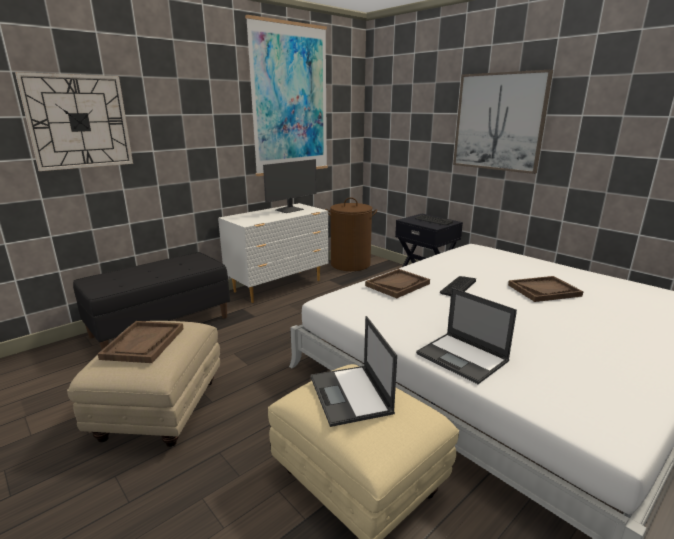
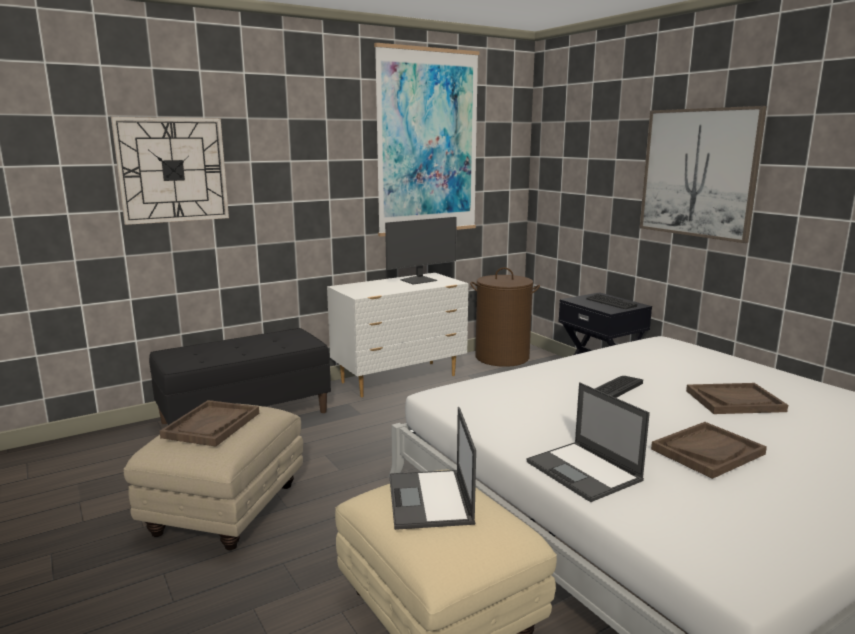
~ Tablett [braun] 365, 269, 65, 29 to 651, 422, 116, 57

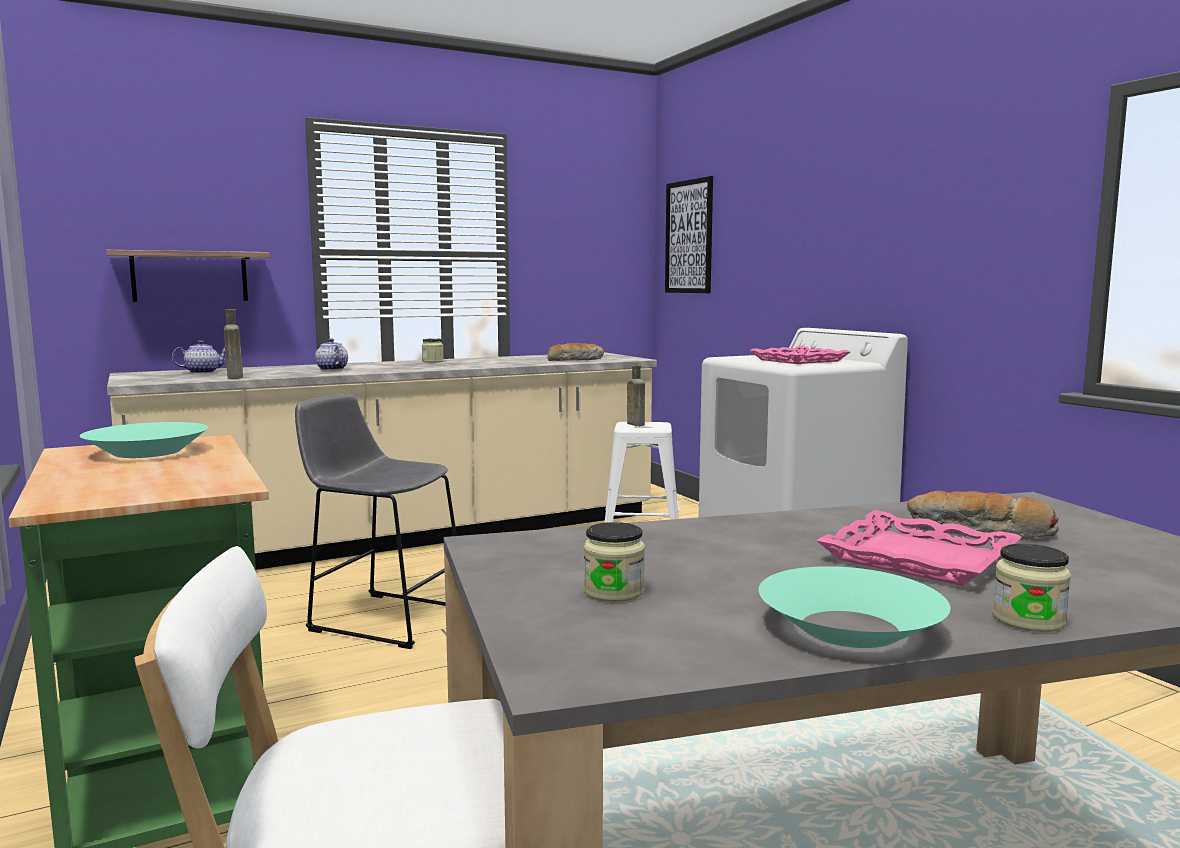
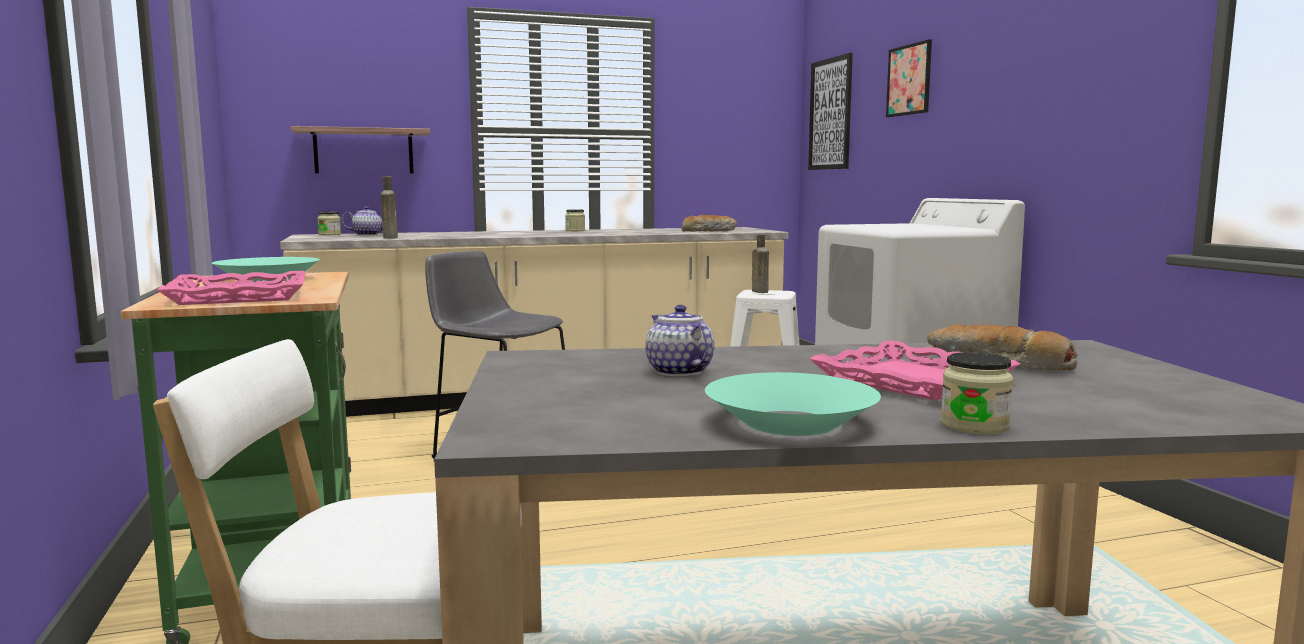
+ Bild 886, 39, 46, 78
~ Teekanne 315, 338, 33, 32 to 645, 305, 70, 71
~ Vorratsglas 584, 522, 61, 80 to 317, 212, 24, 23
~ Tablett [rosa] 750, 346, 100, 18 to 157, 271, 149, 34

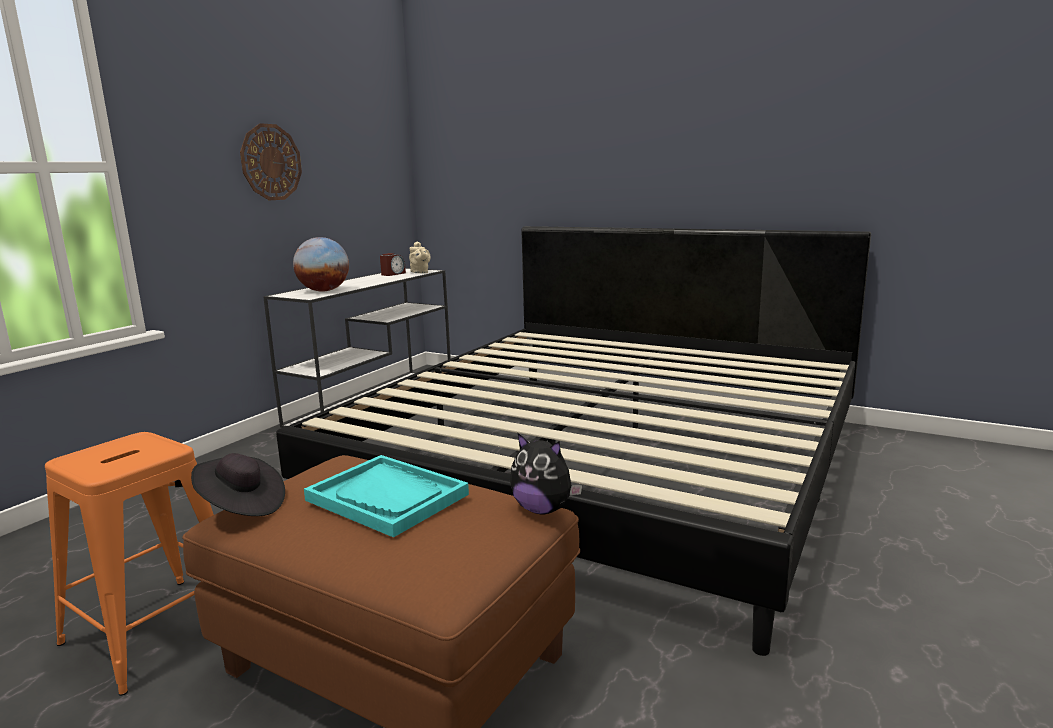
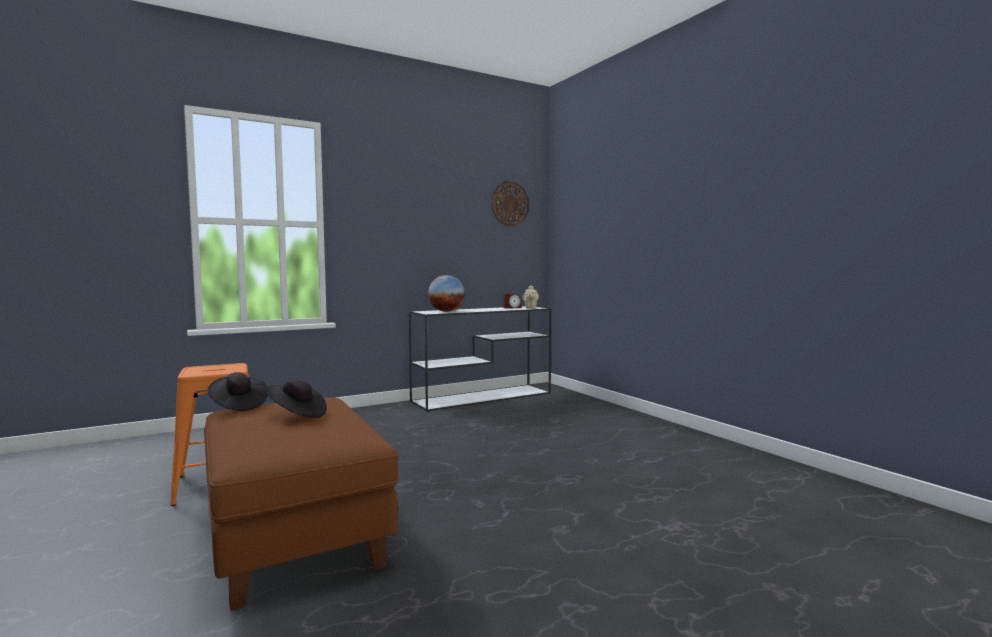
- Bett 276, 226, 595, 430
- Plüschtier 510, 433, 72, 81
~ Wanduhr 240, 123, 62, 77 to 491, 181, 38, 45
~ Tablett [türkis] 304, 455, 165, 83 to Hut [schwarz] 267, 378, 60, 40

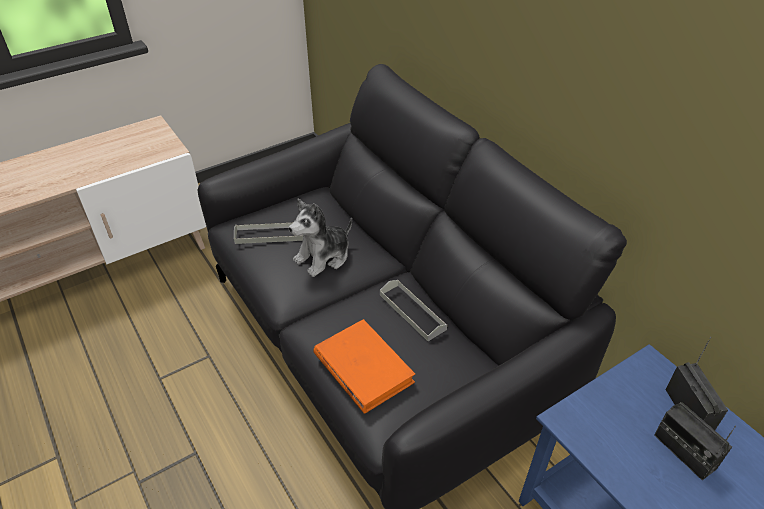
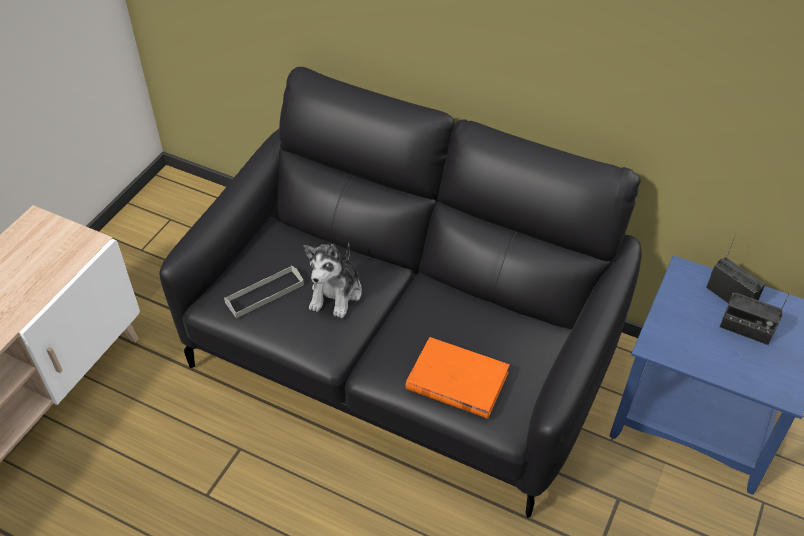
- Tablett [grau] 380, 280, 67, 61

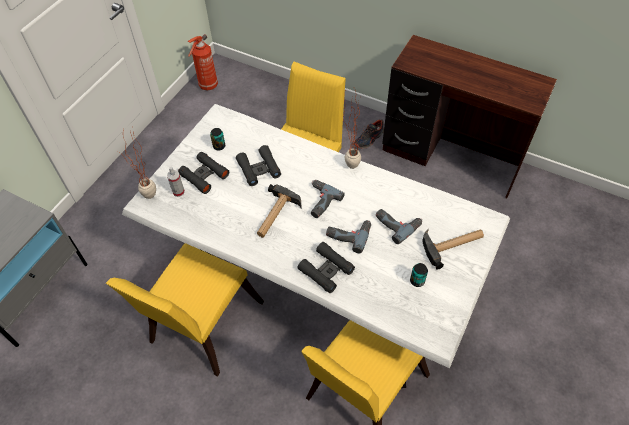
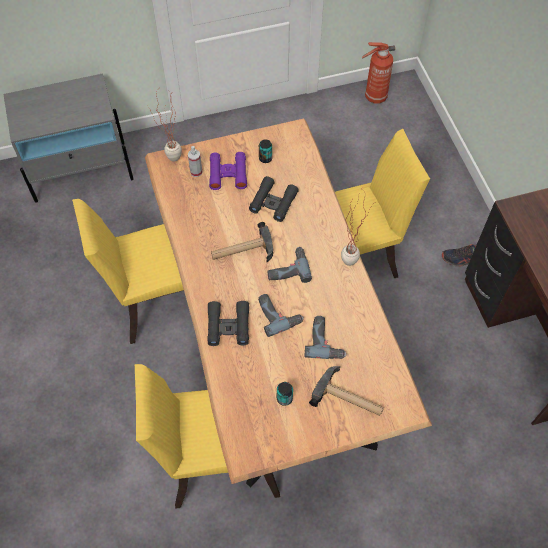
~ Esstisch [weiß] 122, 104, 388, 284 to Esstisch [braun] 145, 119, 287, 369
~ Fernglas [schwarz] 178, 152, 51, 42 to Fernglas [lila] 209, 152, 38, 38

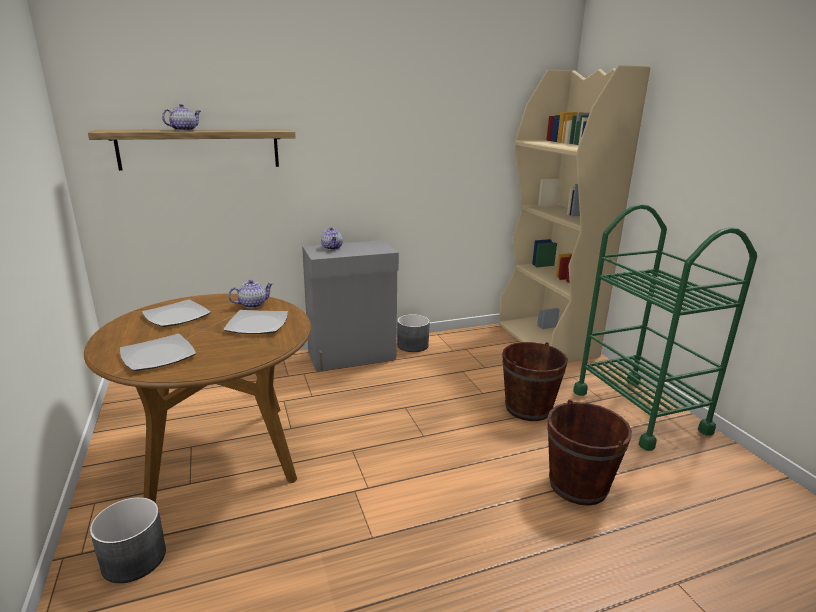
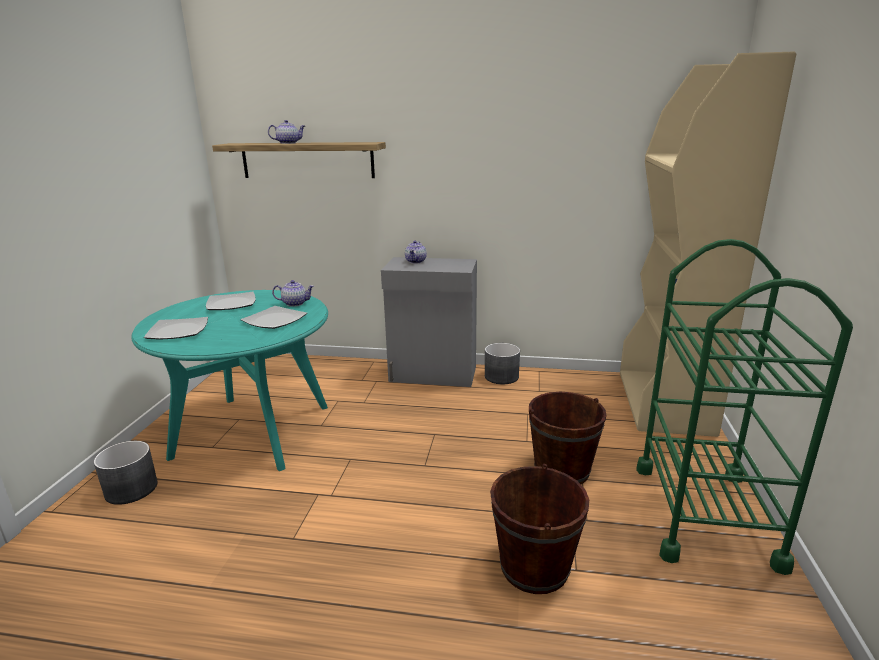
~ Esstisch [braun] 84, 293, 227, 210 to Esstisch [türkis] 131, 290, 197, 181

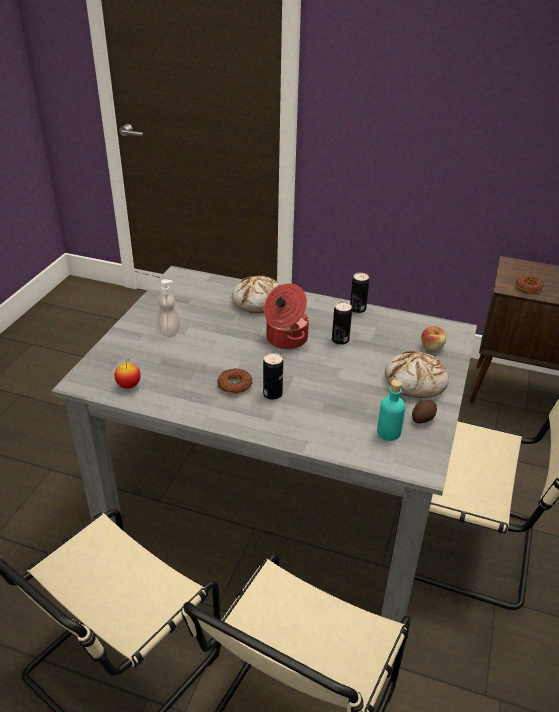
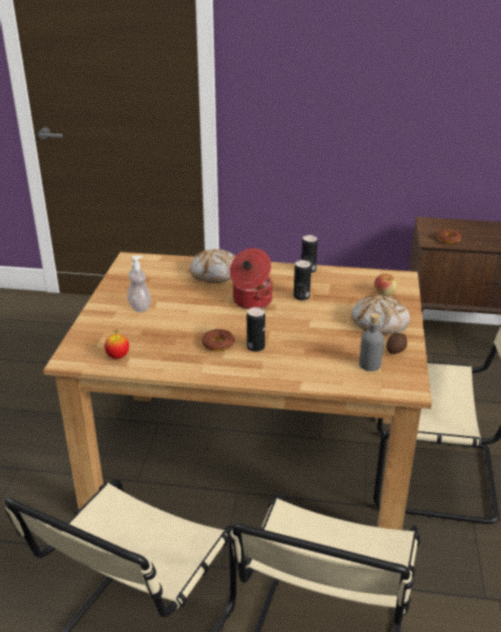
~ Esstisch [grau] 51, 266, 426, 357 to Esstisch [braun] 43, 252, 389, 278
~ Flasche [türkis] 377, 380, 28, 61 to Flasche [grau] 359, 313, 25, 58

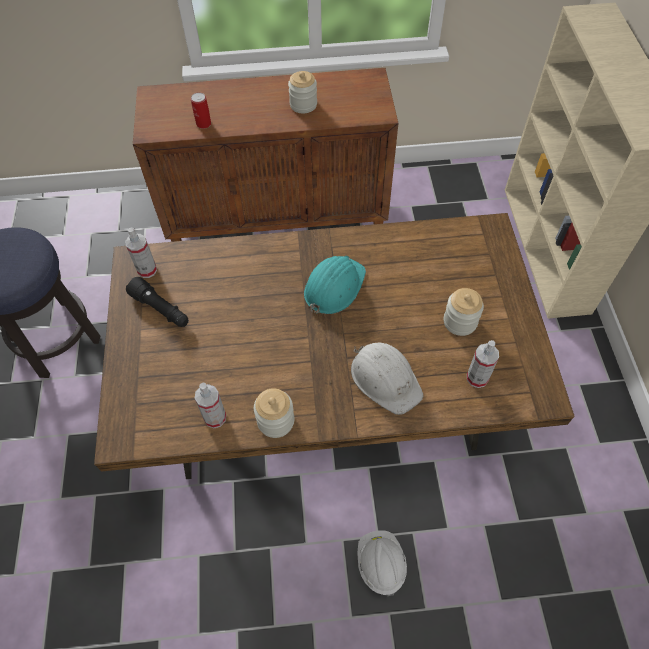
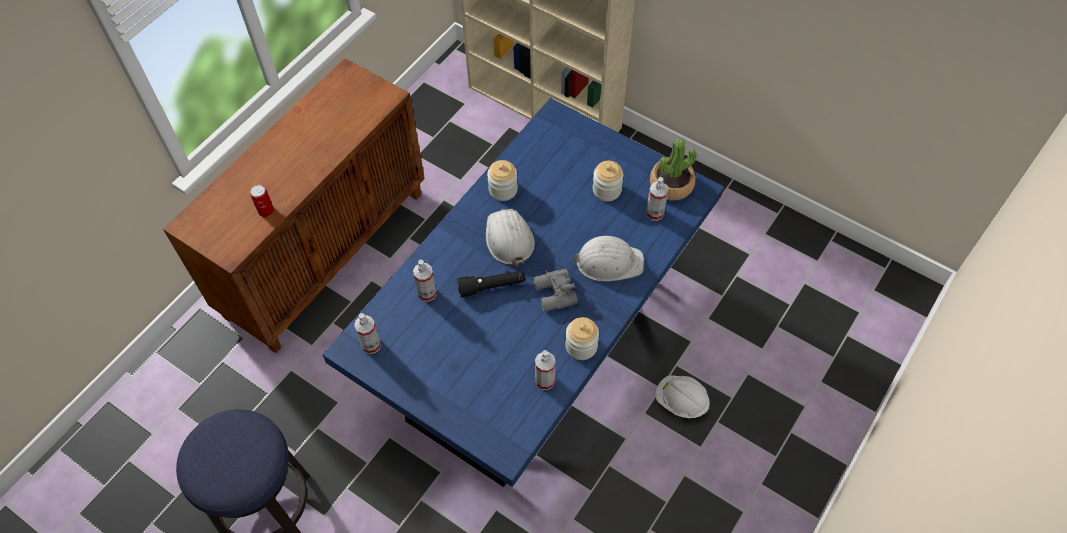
+ Sprühflasche 413, 259, 24, 43
+ Fernglas [grau] 533, 269, 45, 43
+ Topfpflanze 650, 139, 47, 62
~ Taschenlampe [schwarz] 126, 277, 63, 50 to 457, 271, 69, 26
~ Vorratsglas 288, 71, 29, 42 to 487, 160, 31, 41
~ Esstisch [braun] 94, 213, 481, 266 to Esstisch [blau] 322, 98, 402, 389
~ Schutzhelm [türkis] 304, 256, 62, 58 to Schutzhelm [weiß] 486, 209, 49, 58

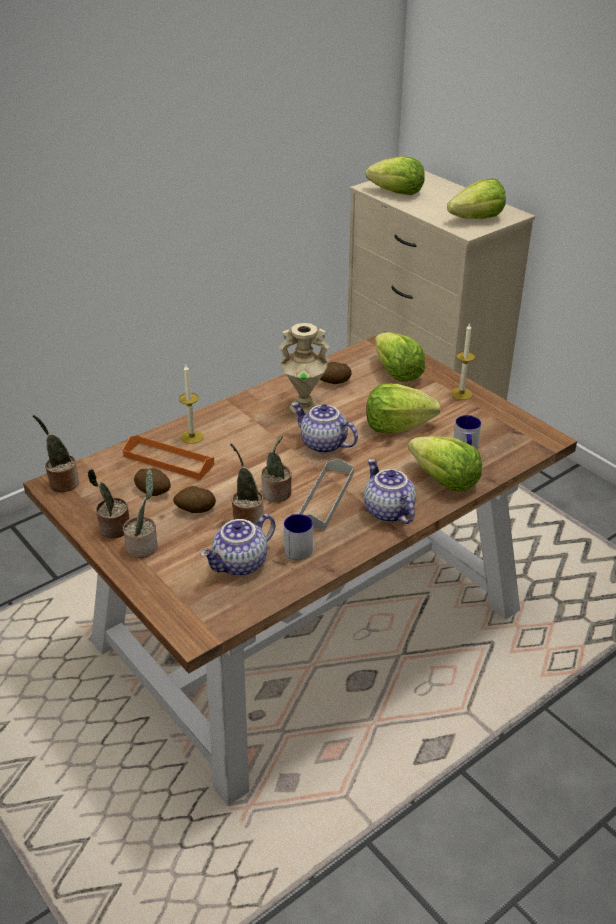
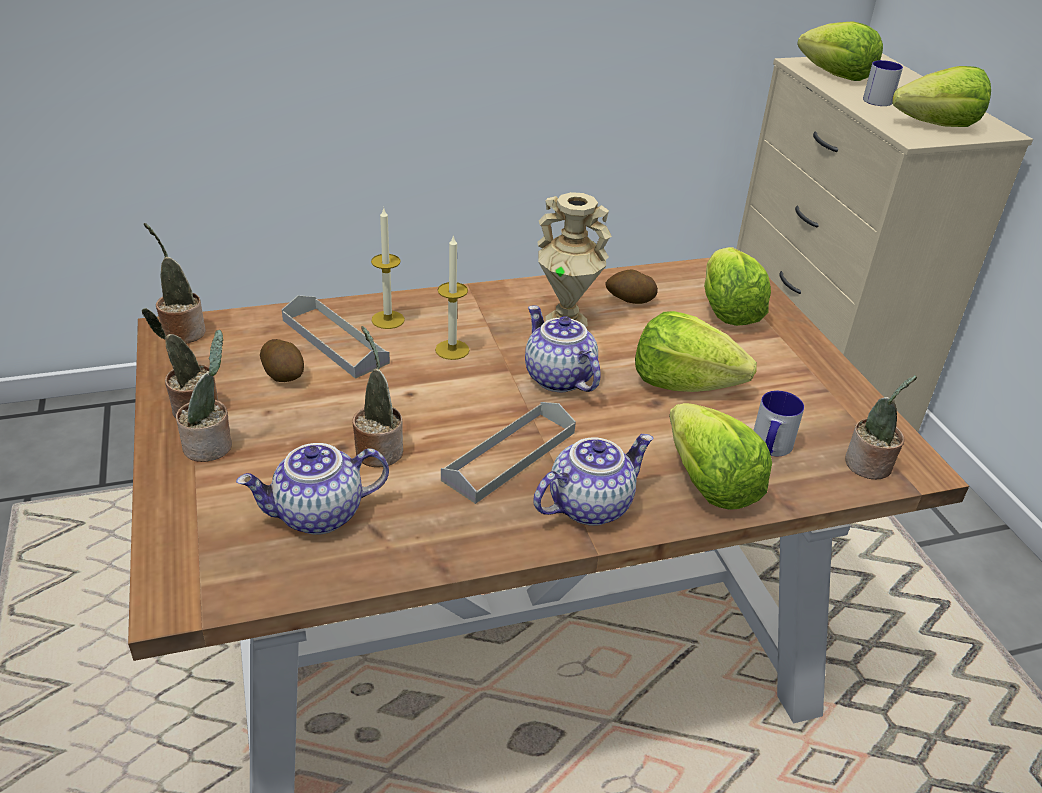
- Kartoffel 173, 486, 43, 27
~ Topfpflanze 261, 435, 31, 67 to 845, 375, 72, 104
~ Henkelbecher 284, 514, 29, 46 to 863, 60, 40, 46
~ Kerze 451, 323, 24, 77 to 435, 235, 35, 125
~ Tablett [orange] 123, 435, 92, 45 to Tablett [grau] 282, 295, 108, 84
~ Teekanne 364, 459, 52, 65 = 534, 434, 120, 92 60 degrees clockwise

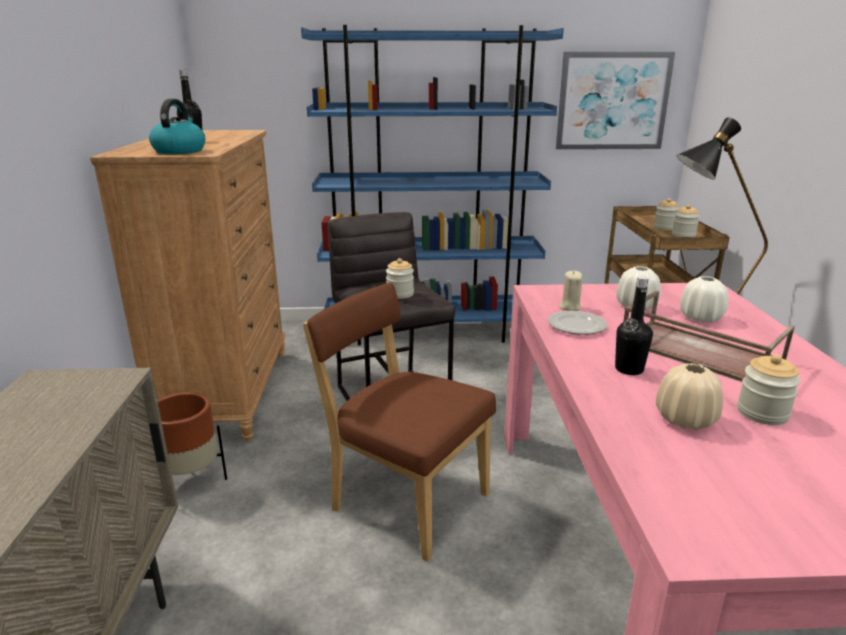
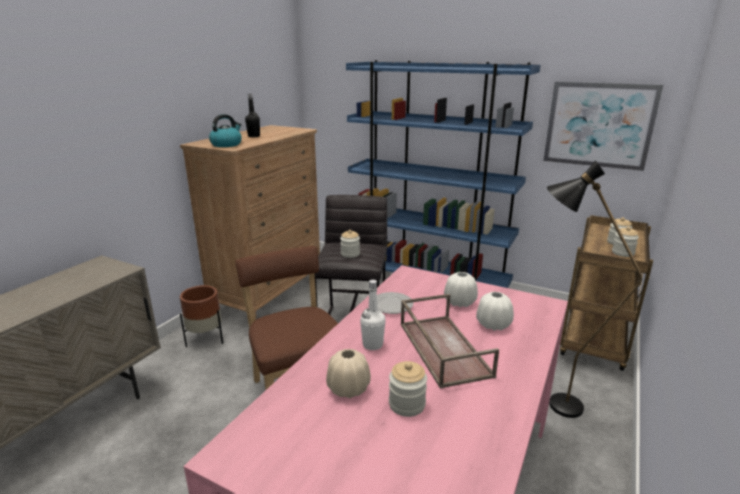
- Kerze [beige] 559, 271, 24, 40
~ Flasche [schwarz] 615, 276, 38, 99 to Flasche [weiß] 360, 280, 26, 70

